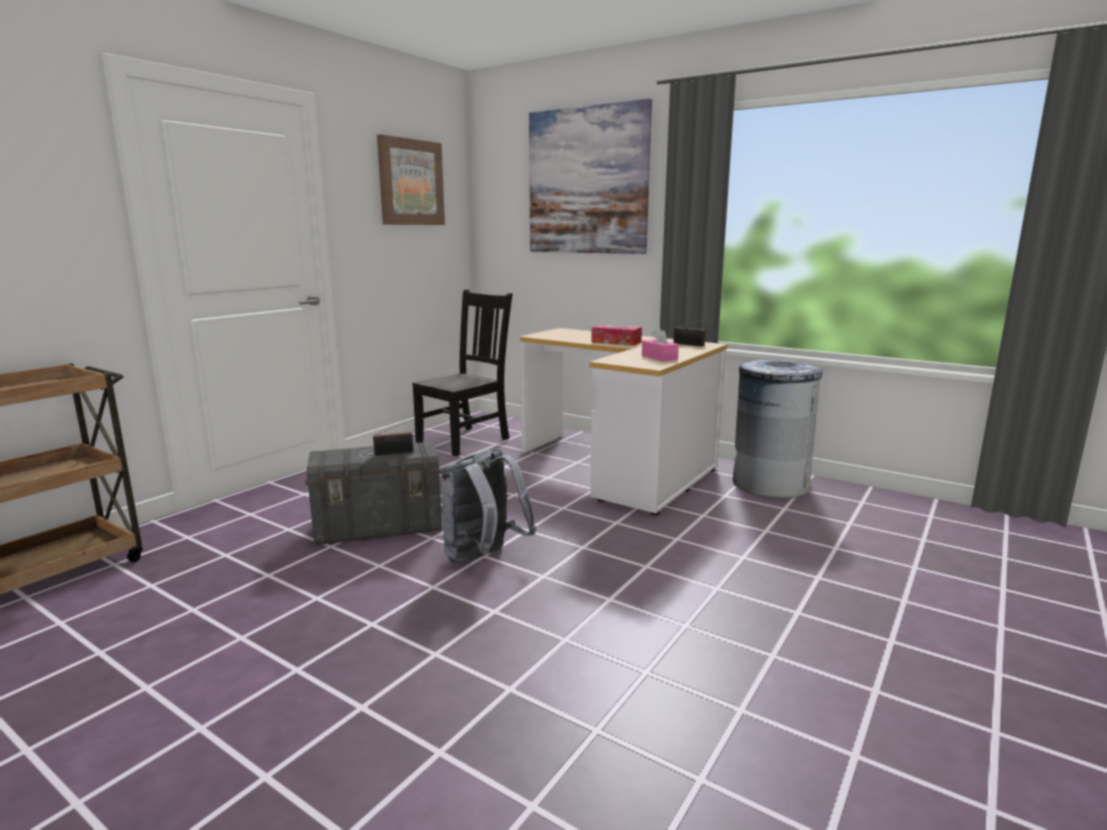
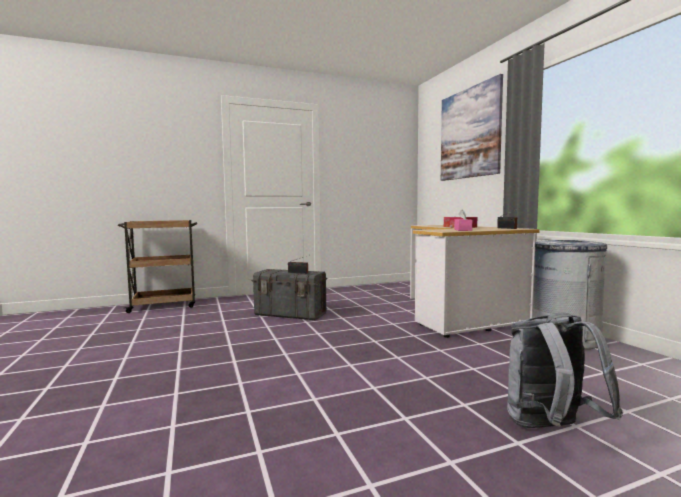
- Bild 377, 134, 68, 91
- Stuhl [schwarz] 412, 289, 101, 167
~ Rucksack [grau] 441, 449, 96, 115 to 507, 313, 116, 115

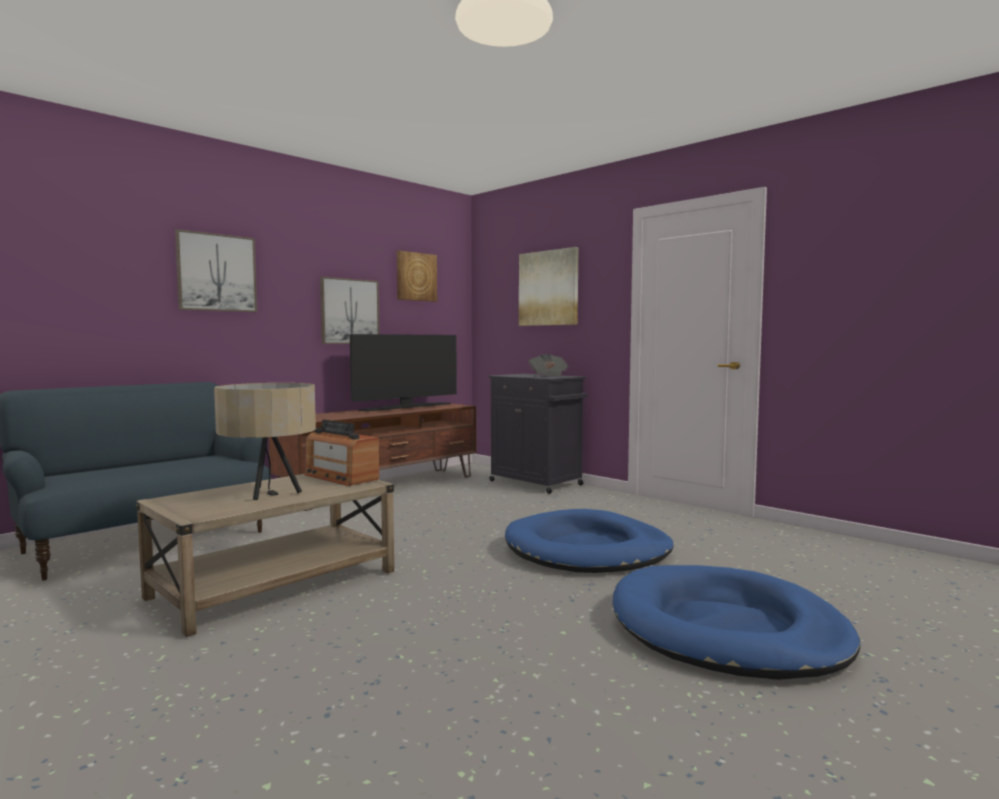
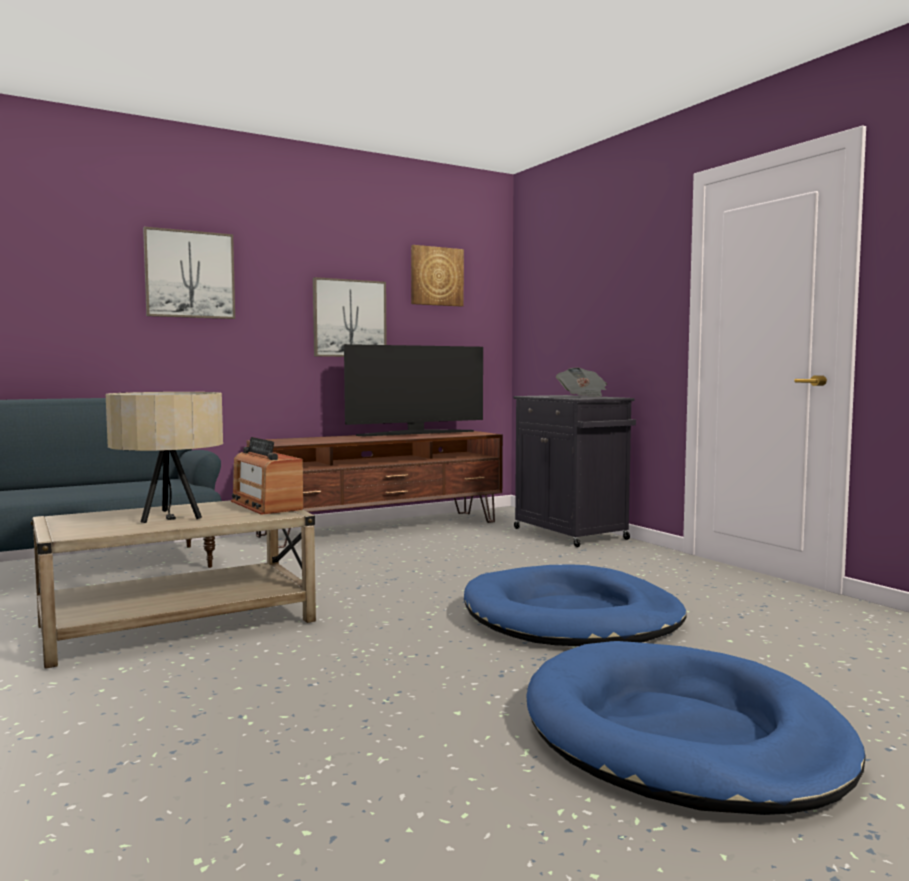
- Bild 519, 247, 59, 79

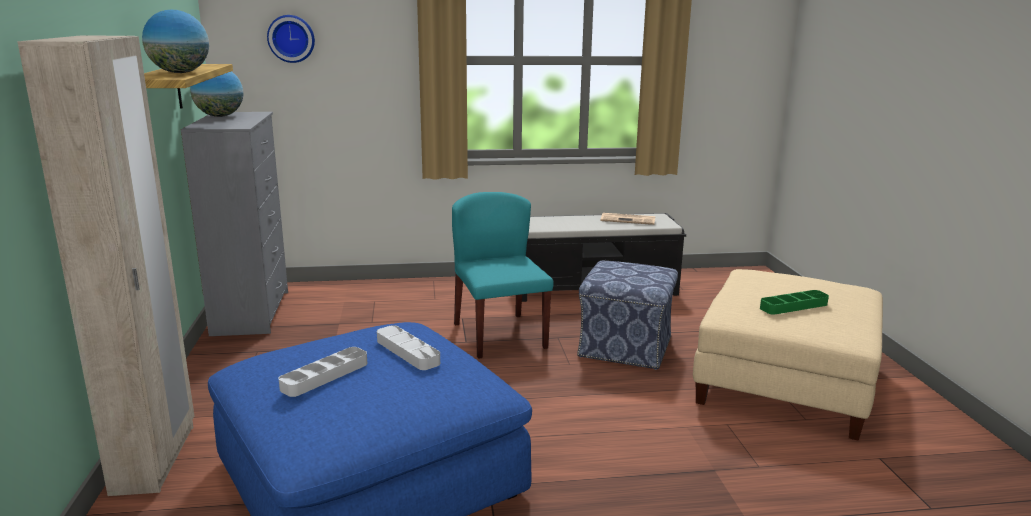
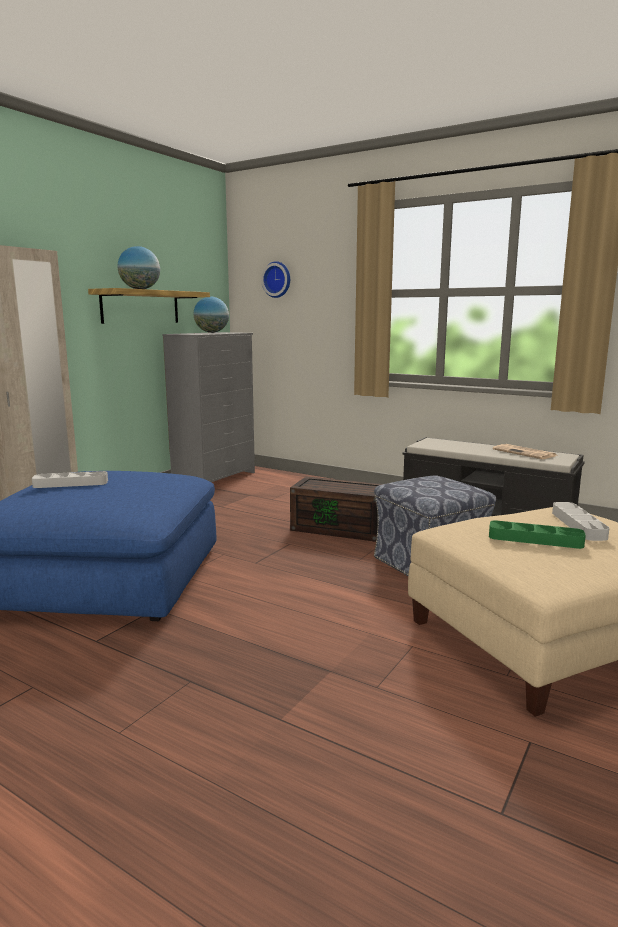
~ Tablett [grau] 377, 325, 63, 45 to 552, 502, 57, 39
~ Stuhl [türkis] 452, 192, 102, 167 to Aufbewahrungsbox [braun] 290, 477, 93, 65

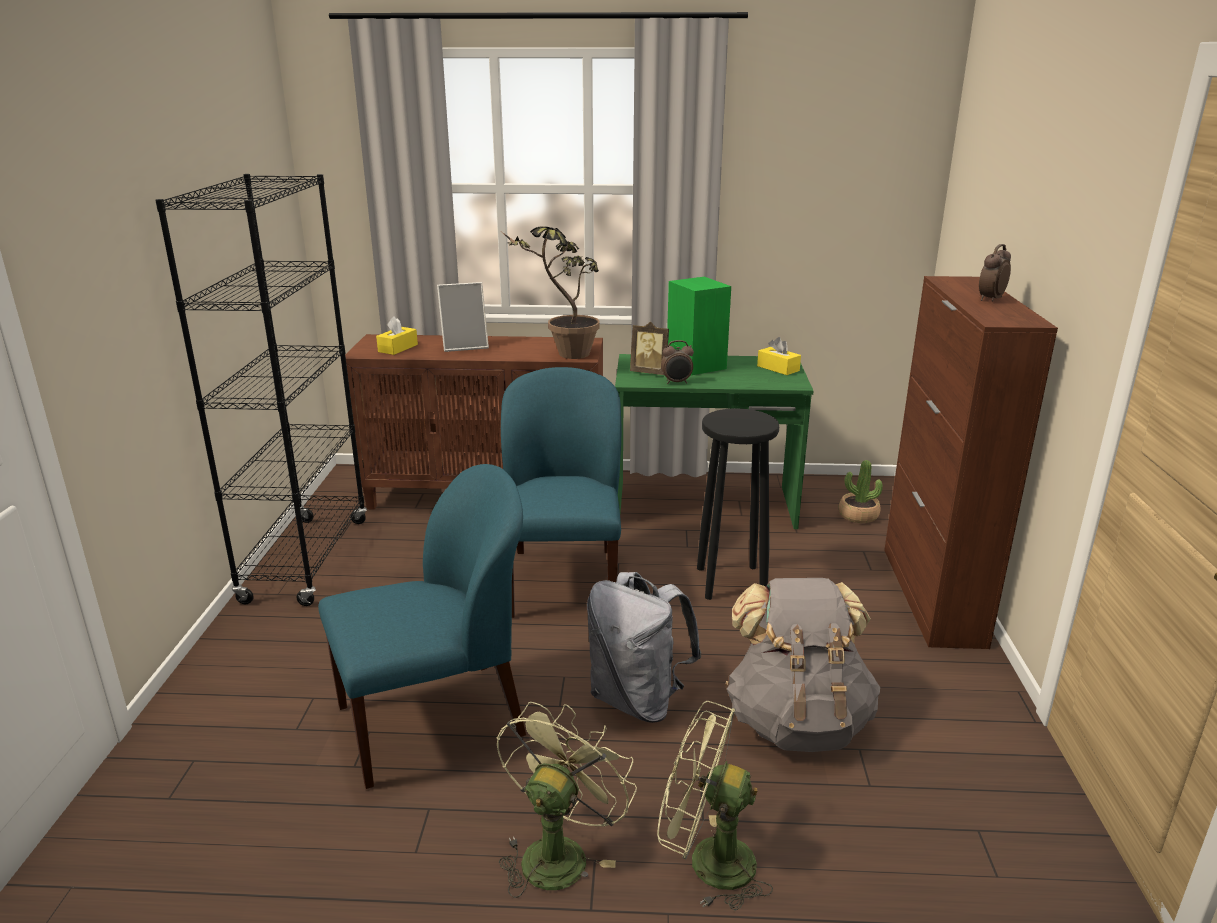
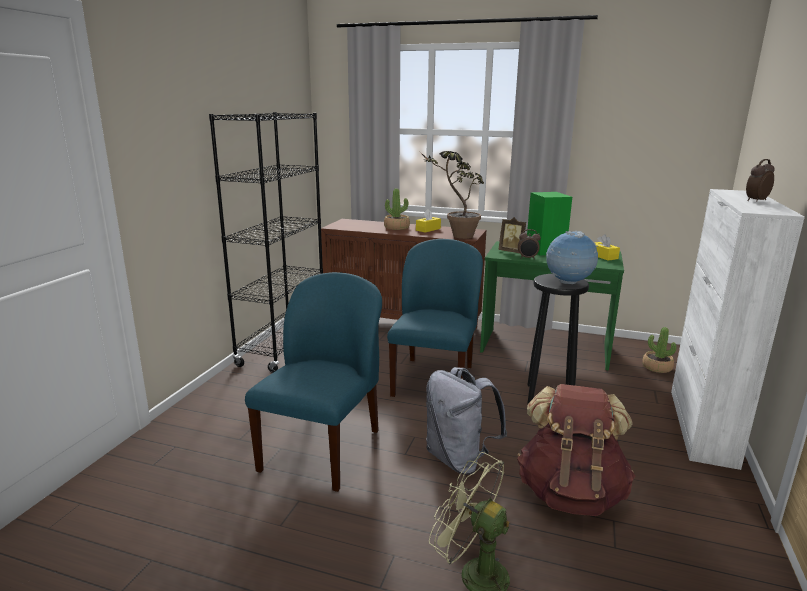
- Ventilator [grün] 497, 702, 140, 196
+ Globus 546, 231, 52, 53
~ Taschentuchbox [gelb] 376, 316, 42, 39 to 416, 209, 25, 24
~ Bilderrahmen 437, 282, 52, 70 to Topfpflanze 384, 188, 26, 42
~ Rucksack [grau] 725, 578, 155, 174 to Rucksack [braun] 517, 384, 118, 132
~ Schrank [braun] 884, 276, 174, 373 to Schrank [weiß] 671, 189, 134, 281
~ Stuhl [blau] 318, 464, 208, 325 = 245, 272, 137, 220 60 degrees counterclockwise

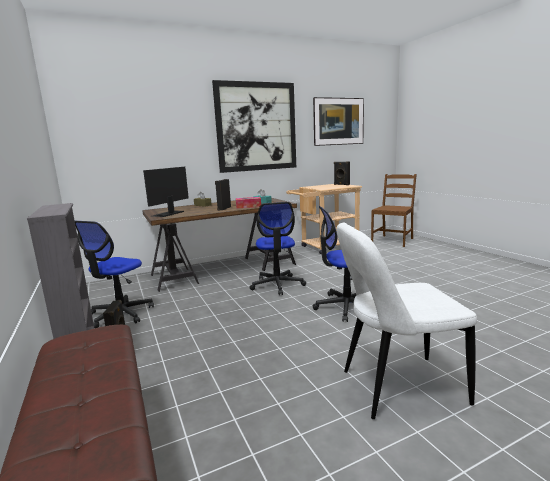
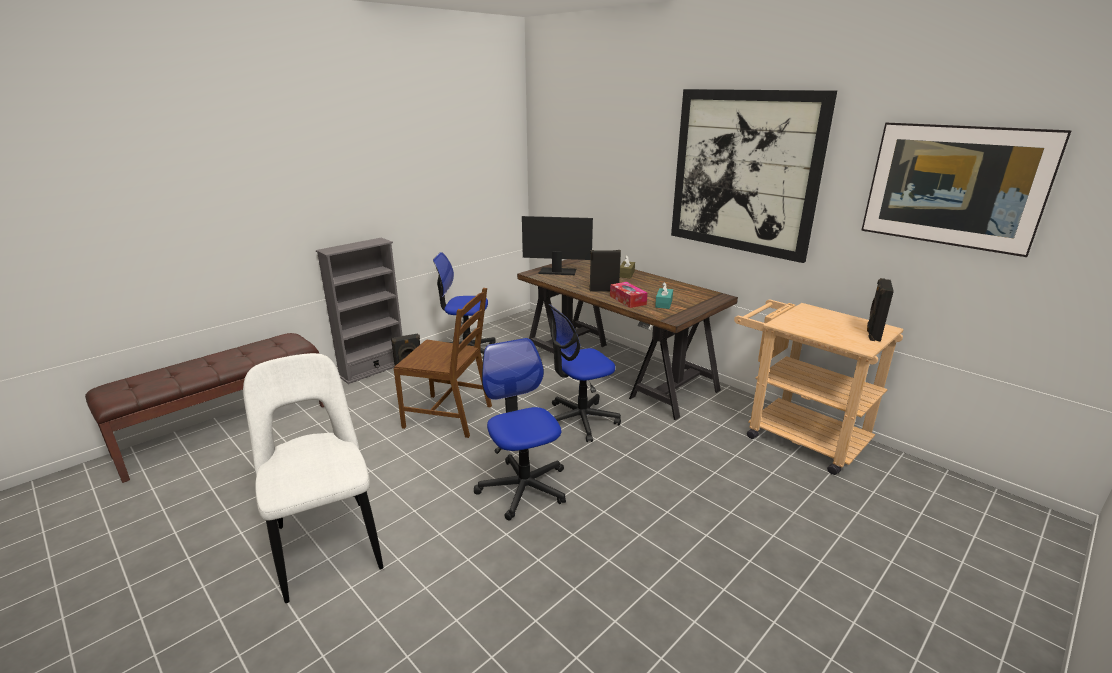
~ Stuhl [braun] 371, 174, 46, 73 to 394, 288, 98, 150

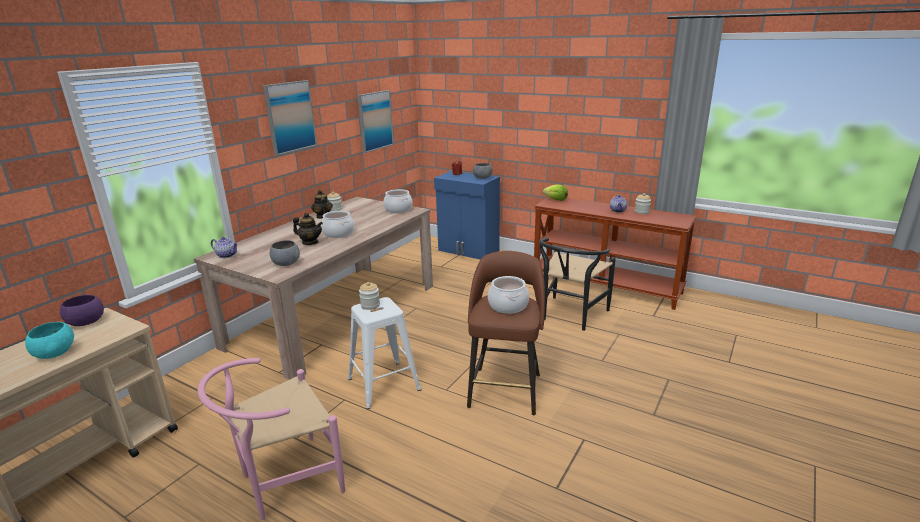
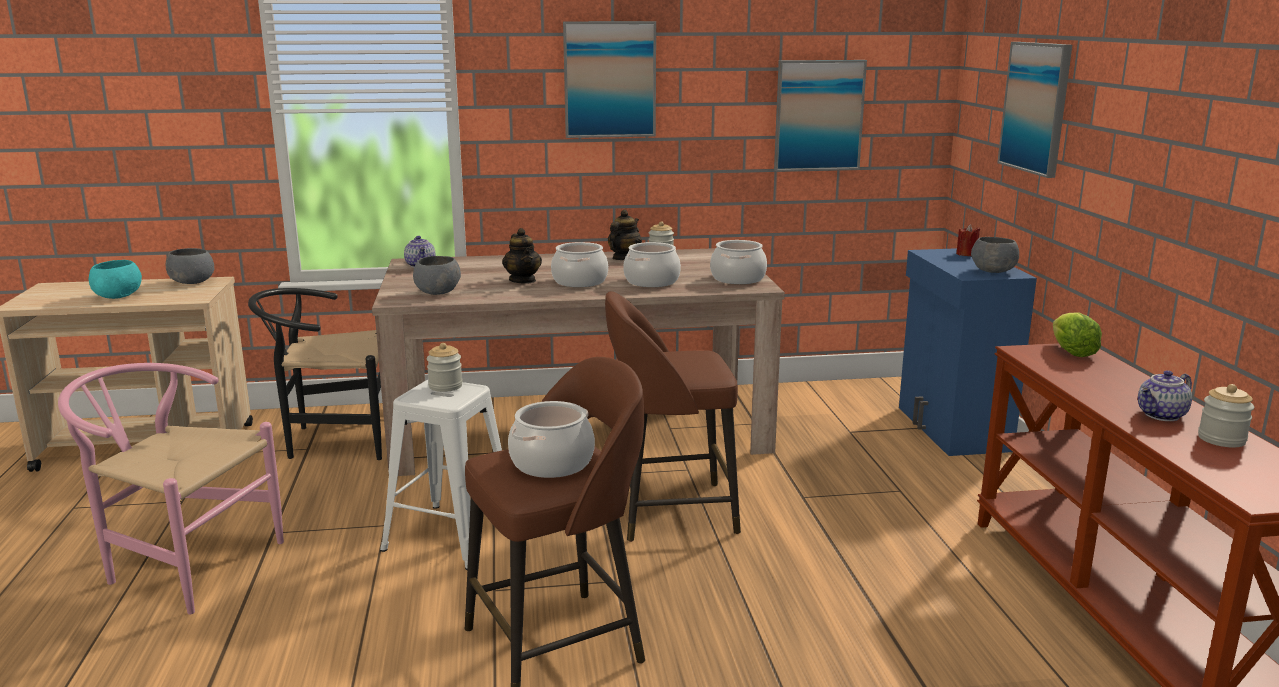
+ Hocker [braun] 605, 291, 136, 251
+ Kochtopf 623, 242, 58, 45
+ Bild 997, 42, 75, 136
~ Stuhl [schwarz] 539, 238, 77, 93 to 248, 288, 134, 172
~ Schüssel [lila] 60, 295, 44, 31 to Schüssel [grau] 166, 248, 48, 36

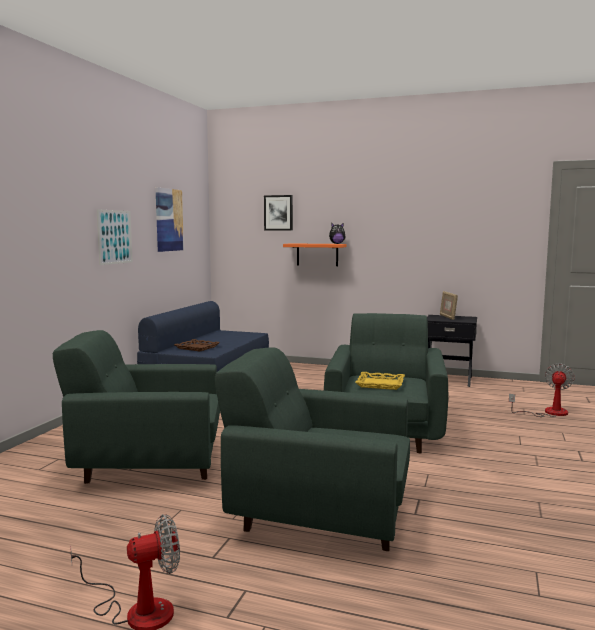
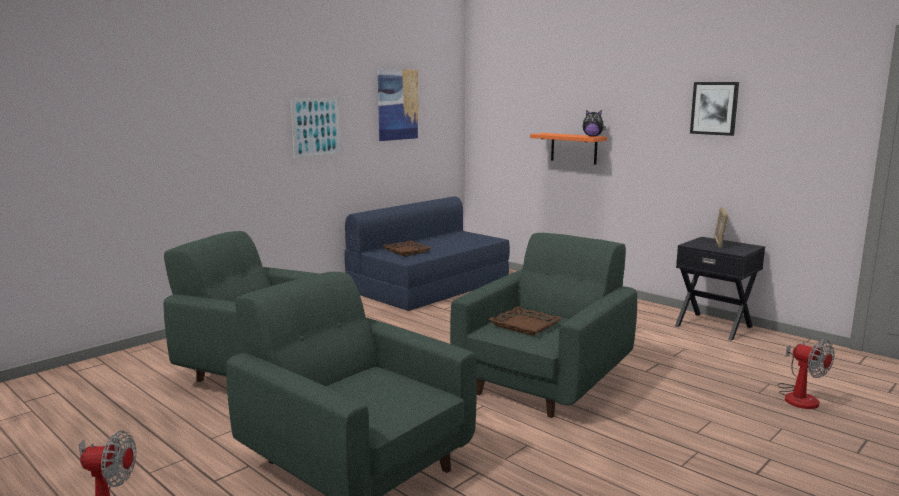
~ Bild 264, 195, 29, 36 to 690, 82, 49, 54
~ Tablett [gelb] 355, 372, 50, 18 to Tablett [braun] 488, 306, 74, 30
~ Ventilator 509, 363, 66, 54 = 778, 339, 57, 70 90 degrees clockwise

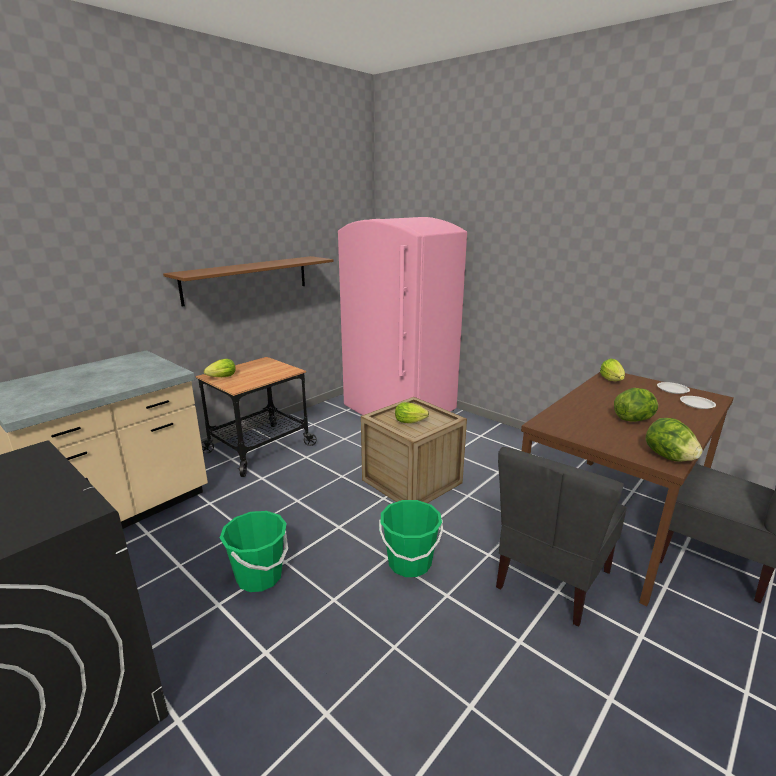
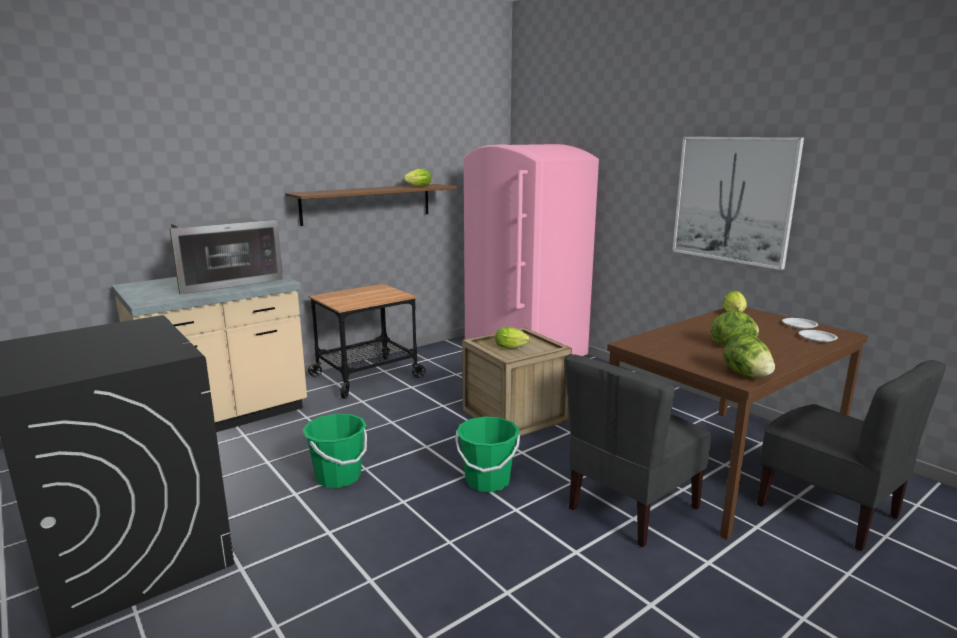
+ Mikrowelle 169, 217, 114, 78
+ Bild 672, 137, 132, 133
~ Salatkopf 204, 359, 32, 18 to 403, 168, 28, 19

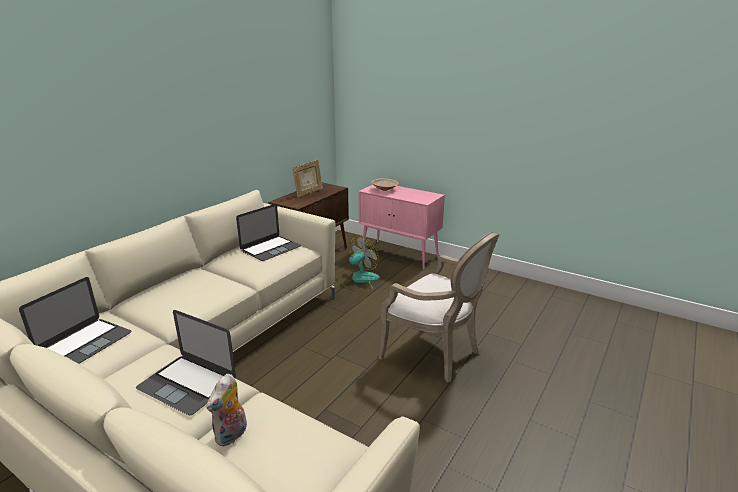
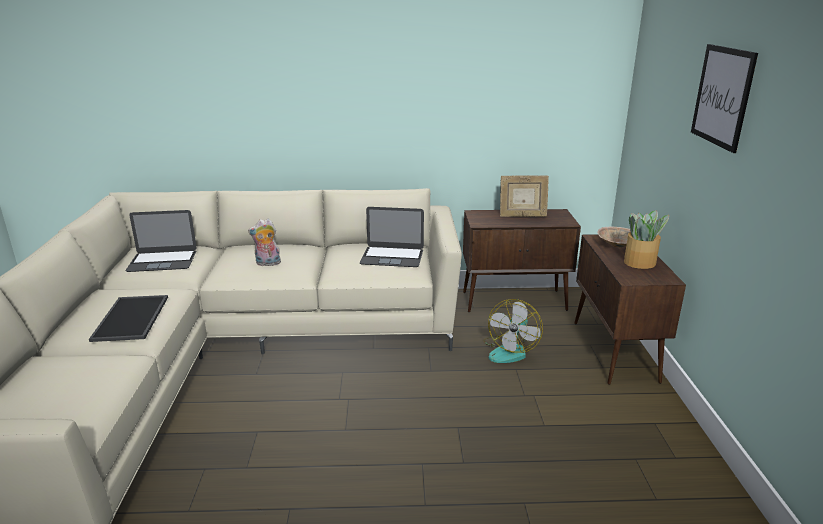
- Sessel 378, 231, 121, 151
+ Topfpflanze 624, 210, 45, 59
+ Bild 691, 44, 67, 109
~ Plüschtier 207, 374, 40, 73 to 248, 219, 34, 47
~ Laptop 136, 310, 100, 105 to Tablett 89, 295, 79, 47
~ Schrank [rosa] 358, 185, 87, 85 to Schrank [braun] 574, 234, 112, 151
~ Ventilator 342, 237, 37, 54 = 484, 299, 59, 64 105 degrees clockwise

